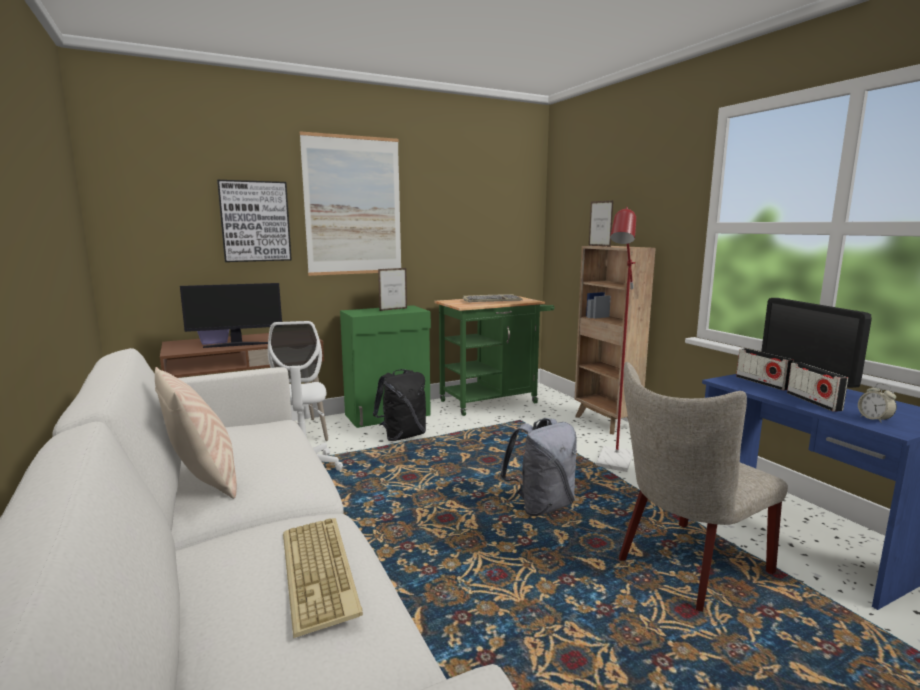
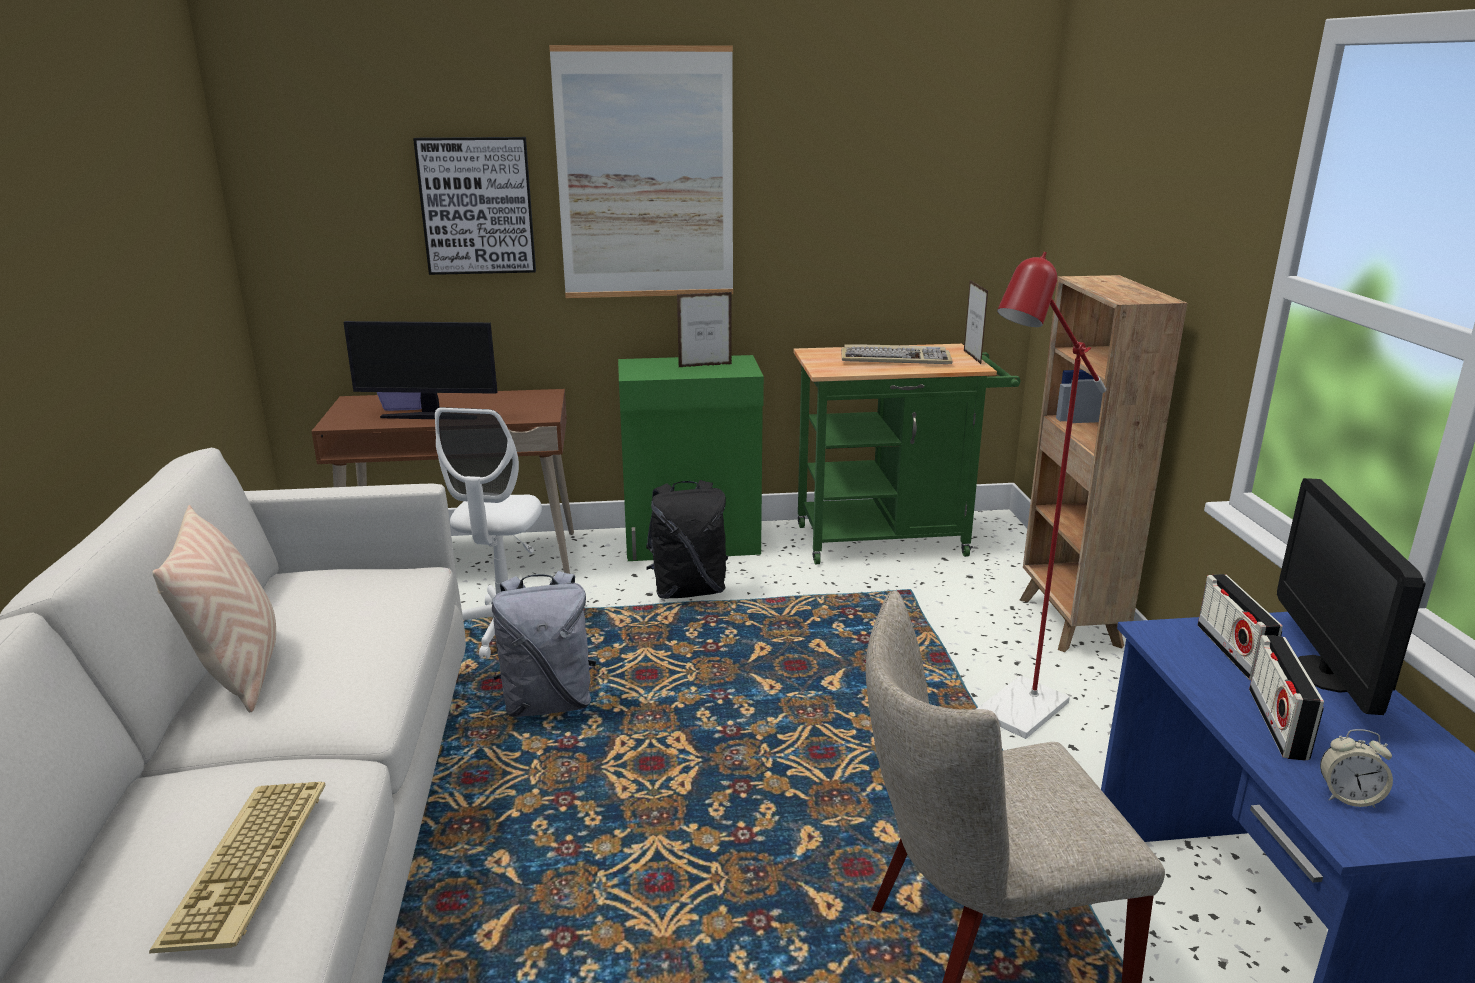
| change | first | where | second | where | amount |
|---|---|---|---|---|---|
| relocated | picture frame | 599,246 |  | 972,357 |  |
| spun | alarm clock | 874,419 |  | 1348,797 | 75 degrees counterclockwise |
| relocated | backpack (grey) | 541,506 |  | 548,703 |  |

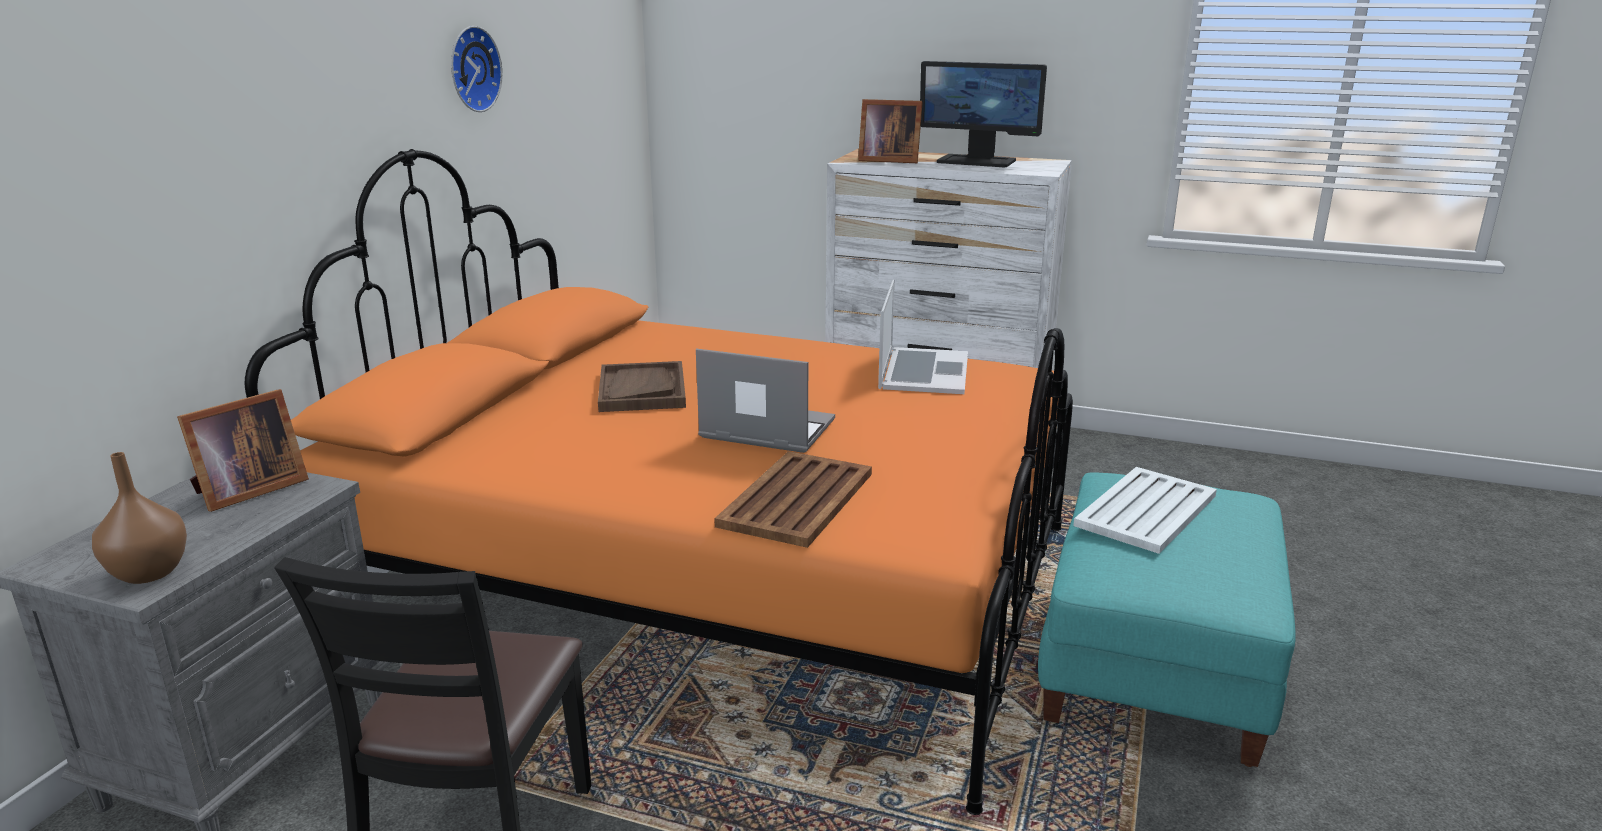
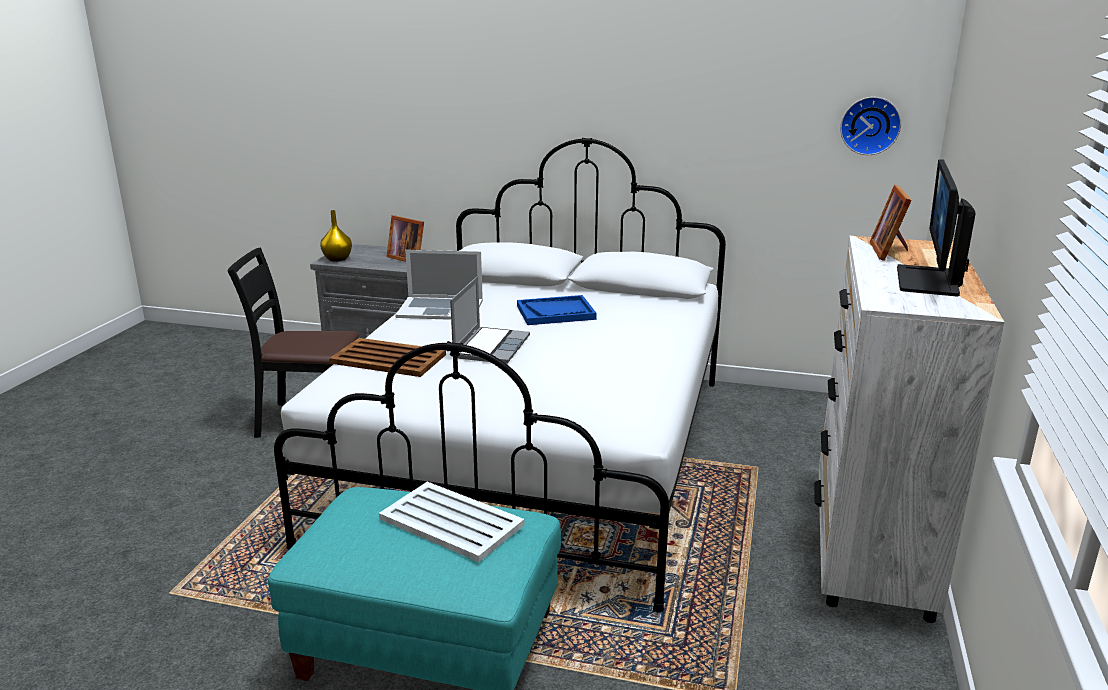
| change | first | where | second | where | amount |
|---|---|---|---|---|---|
| relocated | wall clock | 471,69 |  | 870,125 |  |
| colour | bed (orange) | 717,583 | bed (white) | 538,454 |  |
| relocated | laptop | 923,371 |  | 440,309 |  |
| colour | tray (brown) | 642,390 | tray (blue) | 556,312 |  |
| colour | vase (brown) | 147,572 | vase (yellow) | 337,259 |  |

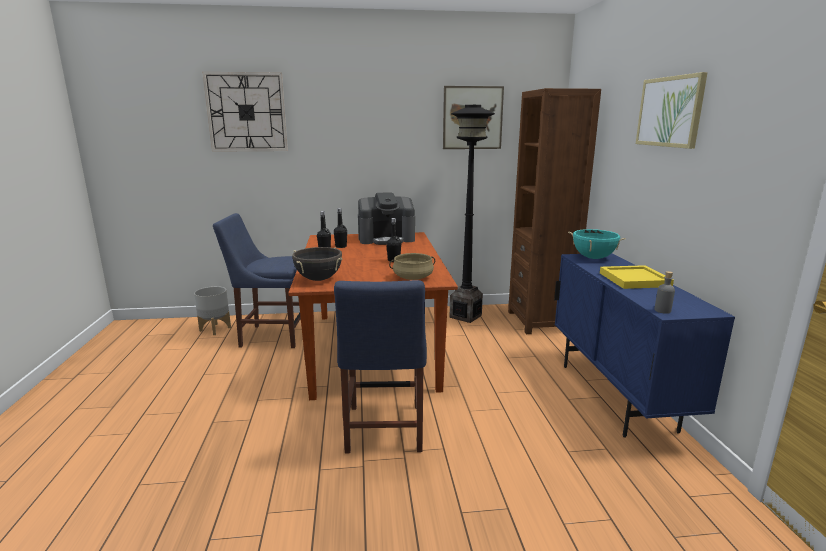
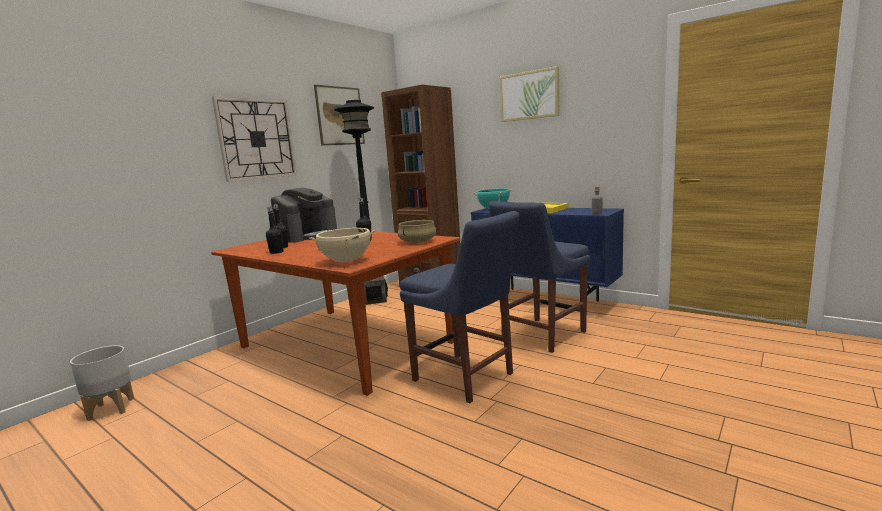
| change | first | where | second | where | amount |
|---|---|---|---|---|---|
| relocated | wall clock | 246,112 |  | 257,139 |  |
| relocated | chair (blue) | 270,336 |  | 540,336 |  |
| colour | cooking pot (black) | 318,279 | cooking pot (beige) | 346,261 |  |

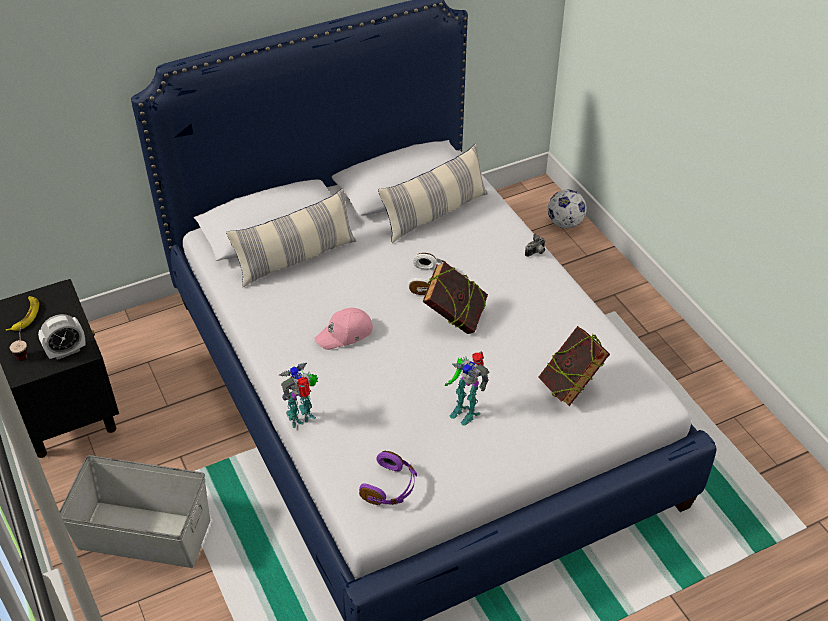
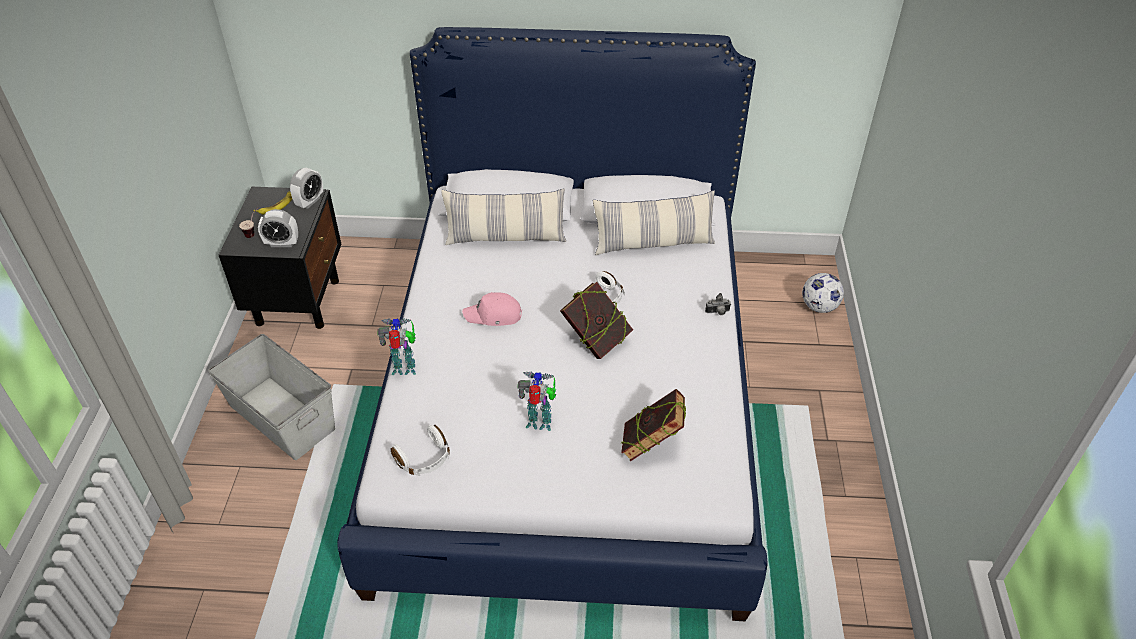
| change | first | where | second | where | amount |
|---|---|---|---|---|---|
| spun | toy robot | 465,411 |  | 540,424 | 120 degrees clockwise |
| colour | headphones (purple) | 390,487 | headphones (white) | 424,459 |  |
| appeared |  |  | alarm clock | 310,201 |  |

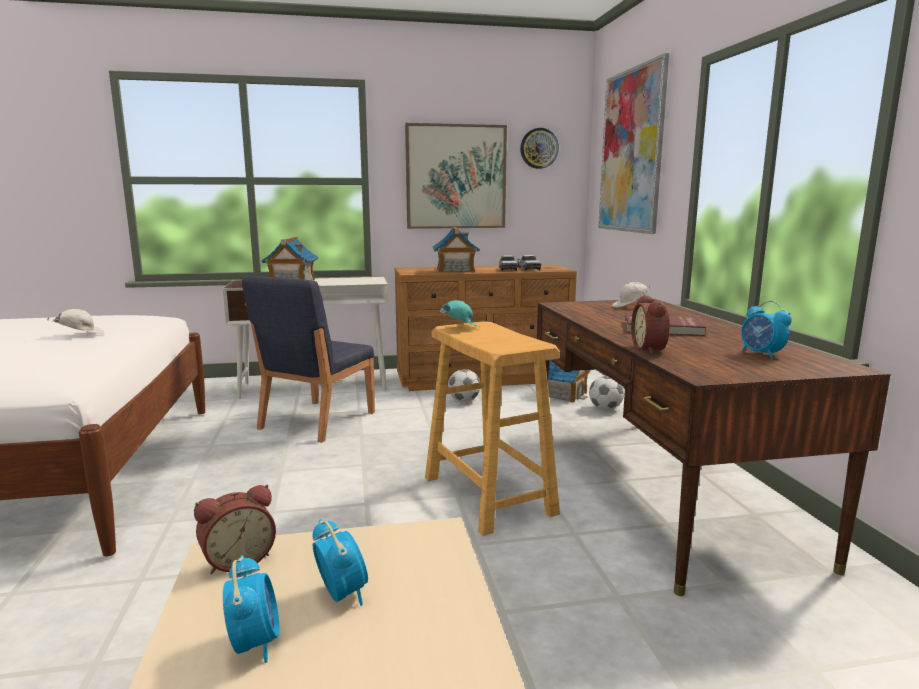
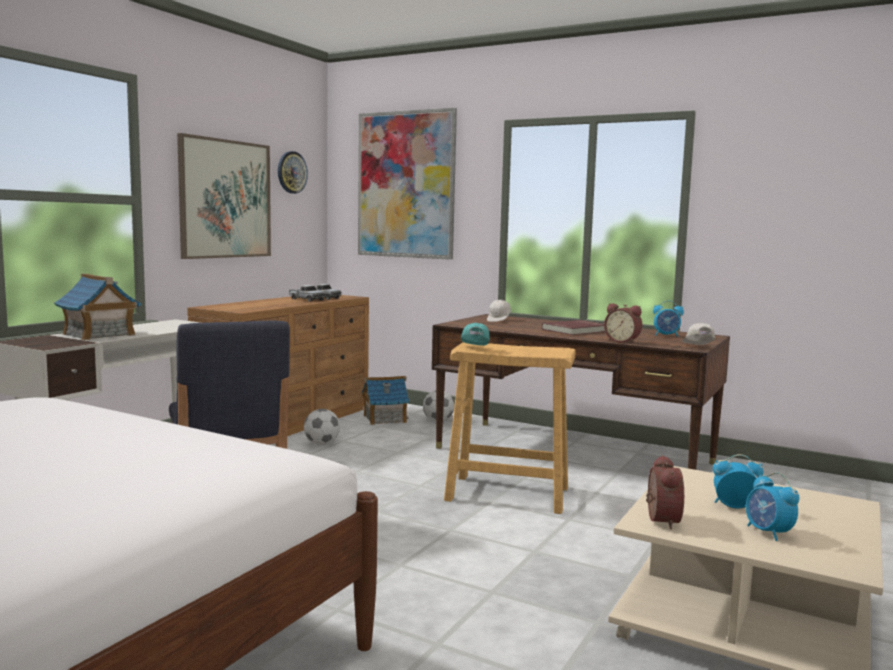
| change | first | where | second | where | amount |
|---|---|---|---|---|---|
| missing | toy house | 455,270 |  |  |  |
| relocated | cap (white) | 81,335 |  | 698,347 |  |
| spun | alarm clock | 255,643 |  | 768,533 | 135 degrees counterclockwise |

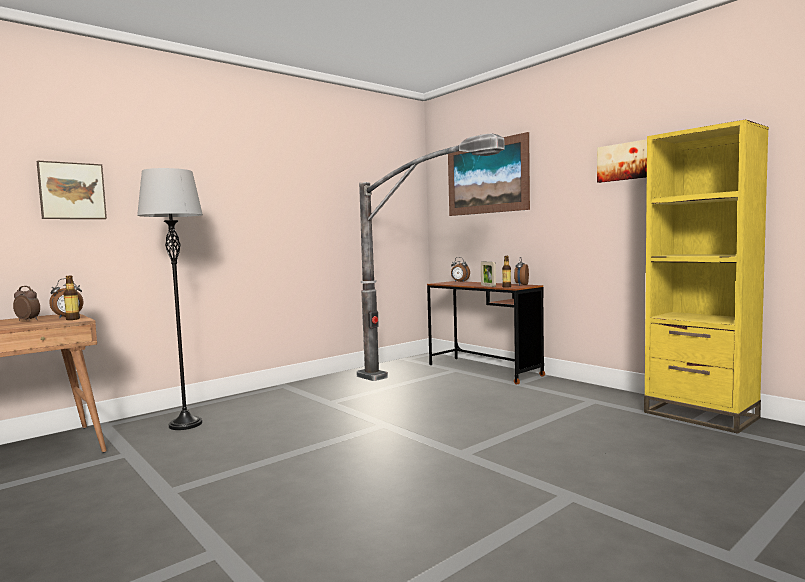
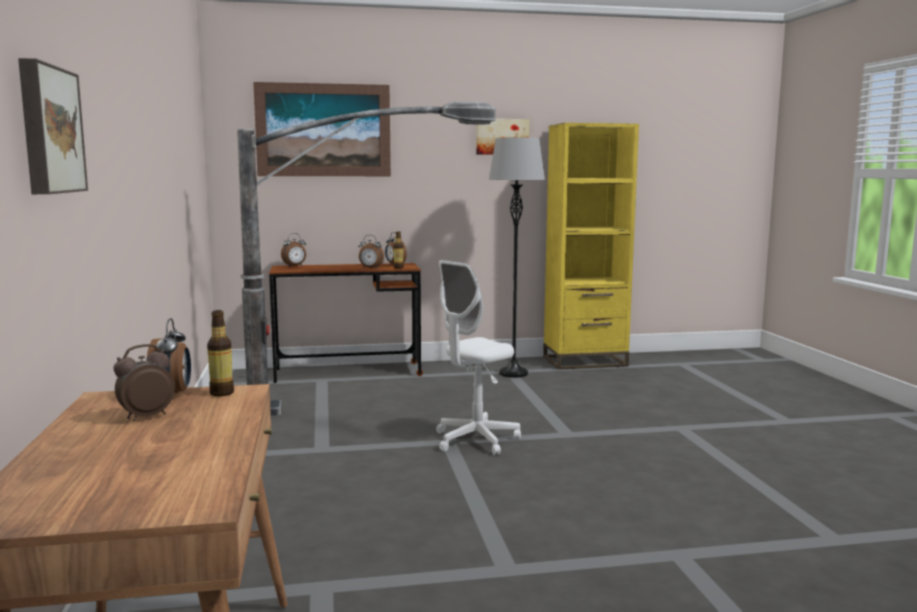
| change | first | where | second | where | amount |
|---|---|---|---|---|---|
| relocated | floor lamp (grey) | 185,424 |  | 513,373 |  |
| exchanged | picture frame | 488,286 | alarm clock | 370,268 |  |
| appeared |  |  | office chair (white) | 475,440 |  |

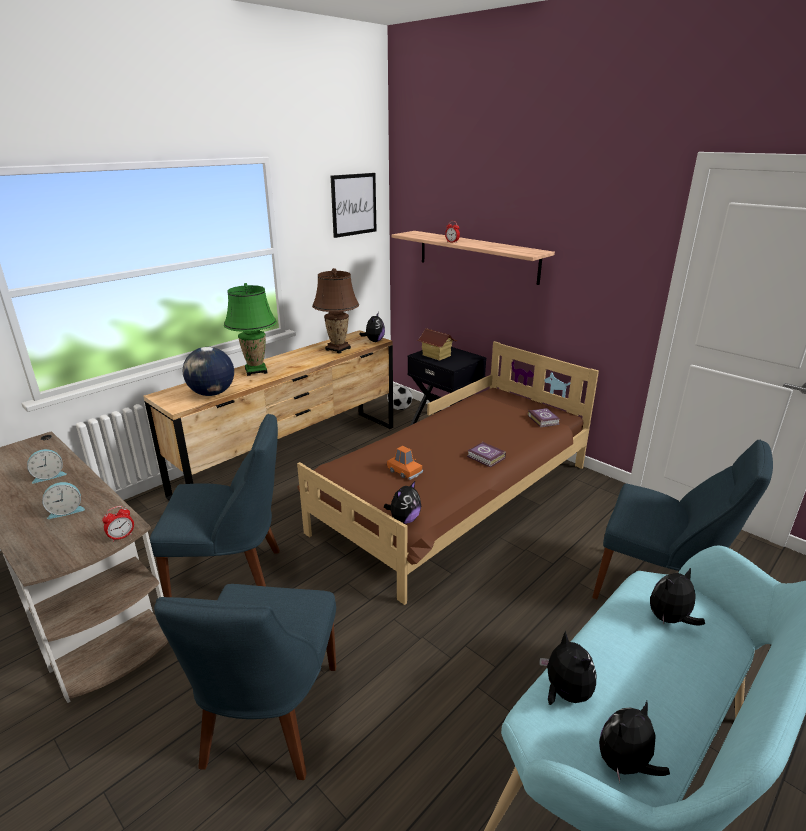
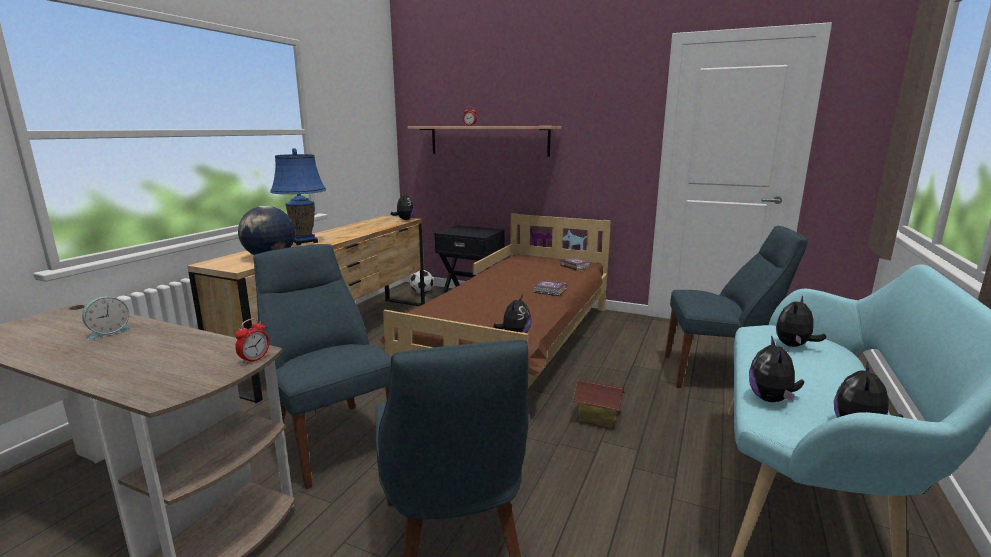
| change | first | where | second | where | amount |
|---|---|---|---|---|---|
| missing | picture | 354,204 |  |  |  |
| missing | table lamp (brown) | 338,349 |  |  |  |
| colour | table lamp (green) | 256,371 | table lamp (blue) | 304,242 |  |
| relocated | toy house | 436,355 |  | 597,417 |  |
| spun | chair (blue) | 232,577 |  | 332,438 | 105 degrees counterclockwise |
| missing | toy car (orange) | 404,471 |  |  |  |
| missing | alarm clock | 66,511 |  |  |  |
| spun | plush toy | 564,693 |  | 771,399 | 120 degrees counterclockwise |

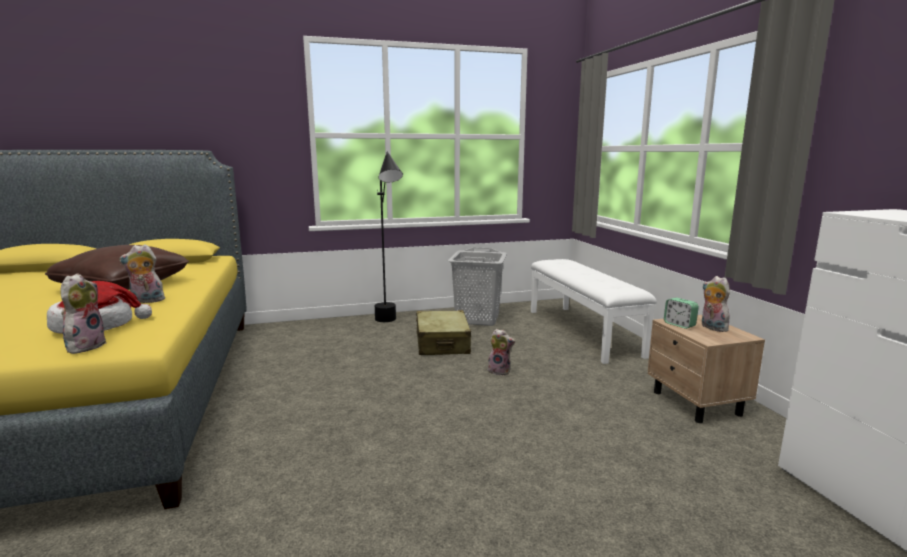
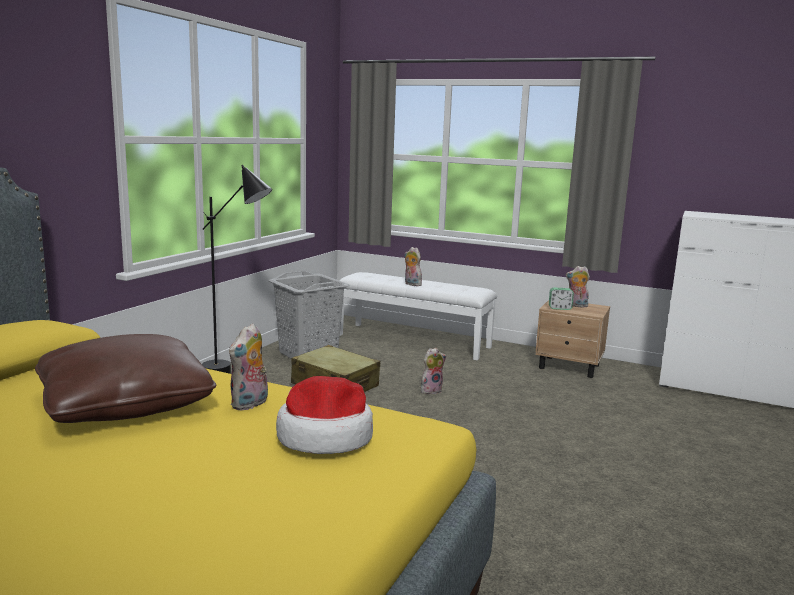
| change | first | where | second | where | amount |
|---|---|---|---|---|---|
| relocated | plush toy | 85,346 |  | 411,284 |  |

